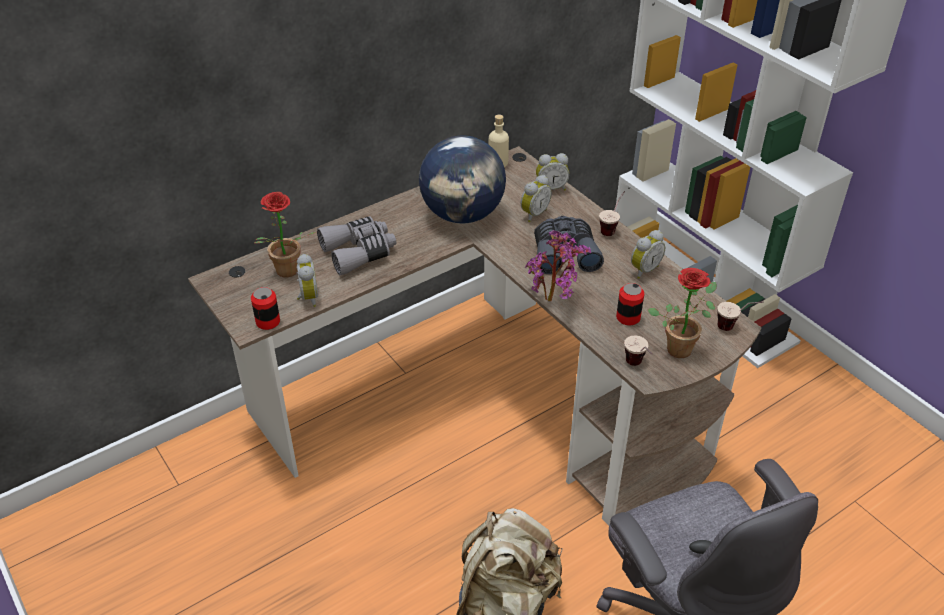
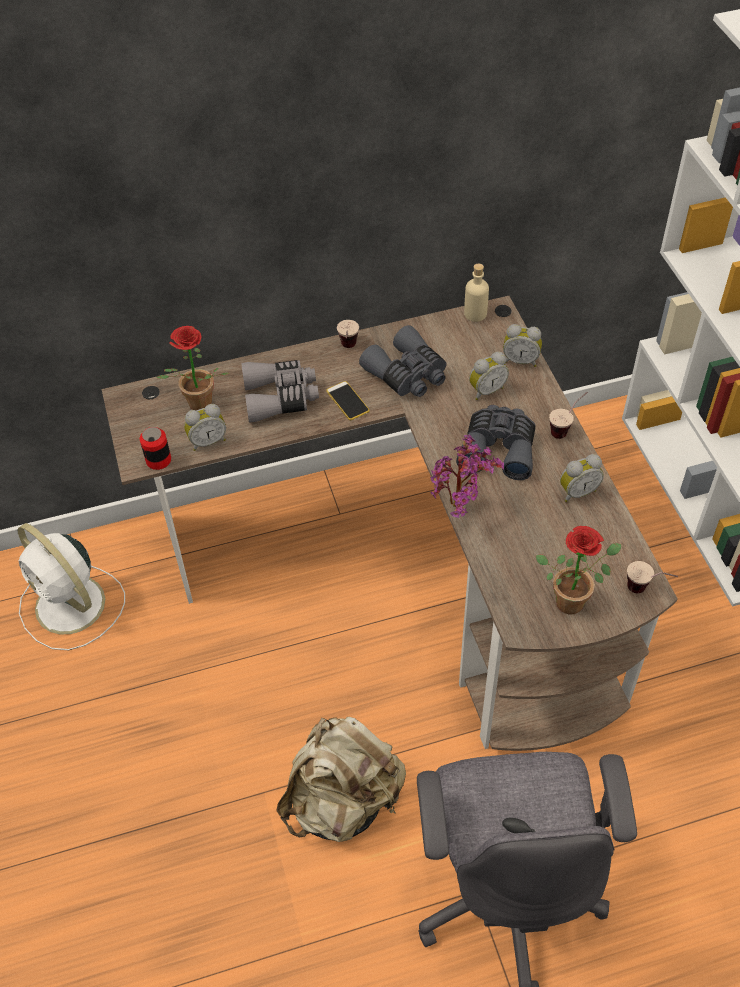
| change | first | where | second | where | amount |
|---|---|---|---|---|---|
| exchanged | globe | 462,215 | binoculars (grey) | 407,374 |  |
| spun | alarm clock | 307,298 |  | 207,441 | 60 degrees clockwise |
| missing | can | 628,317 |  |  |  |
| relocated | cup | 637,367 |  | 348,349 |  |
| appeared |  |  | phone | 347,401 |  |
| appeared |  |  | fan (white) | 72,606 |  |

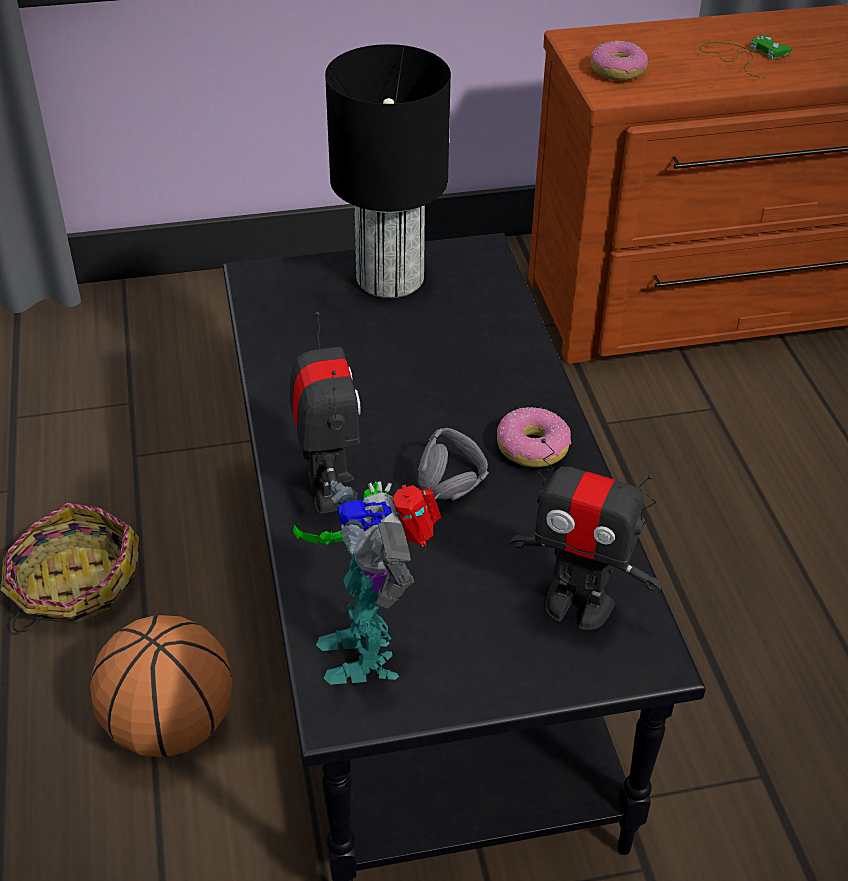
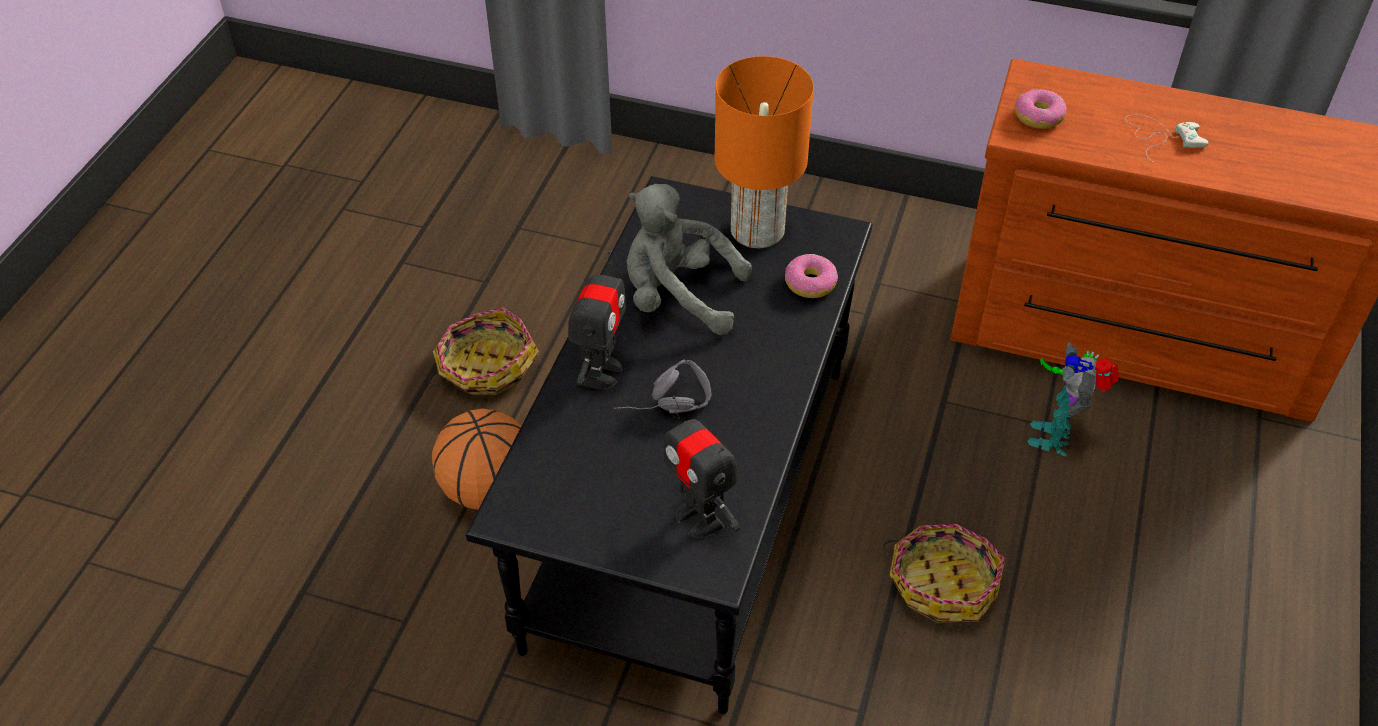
| change | first | where | second | where | amount |
|---|---|---|---|---|---|
| colour | game controller (green) | 743,57 | game controller (white) | 1161,137 |  |
| colour | table lamp (black) | 389,278 | table lamp (orange) | 757,229 |  |
| relocated | donut | 533,447 |  | 810,283 |  |
| relocated | toy robot | 368,649 |  | 1056,436 |  |
| appeared |  |  | plush toy (grey) | 678,297 |  |
| appeared |  |  | basket | 942,584 |  |

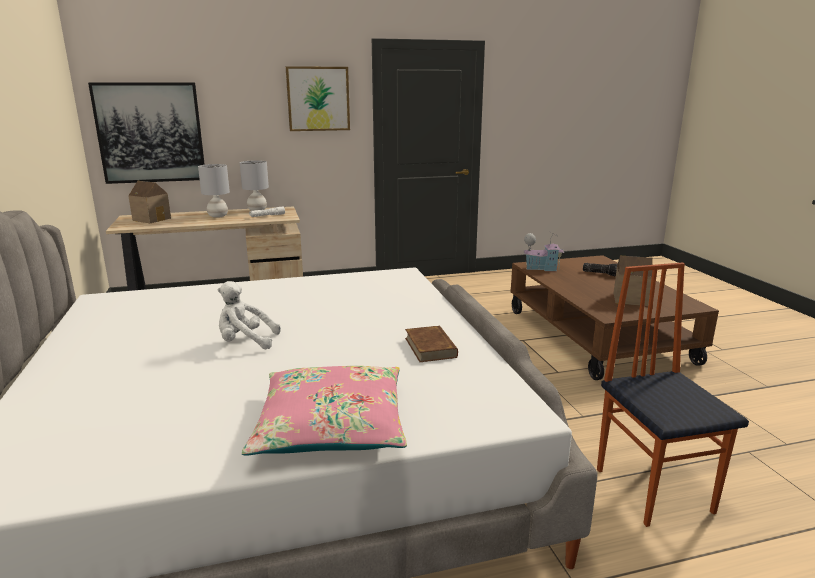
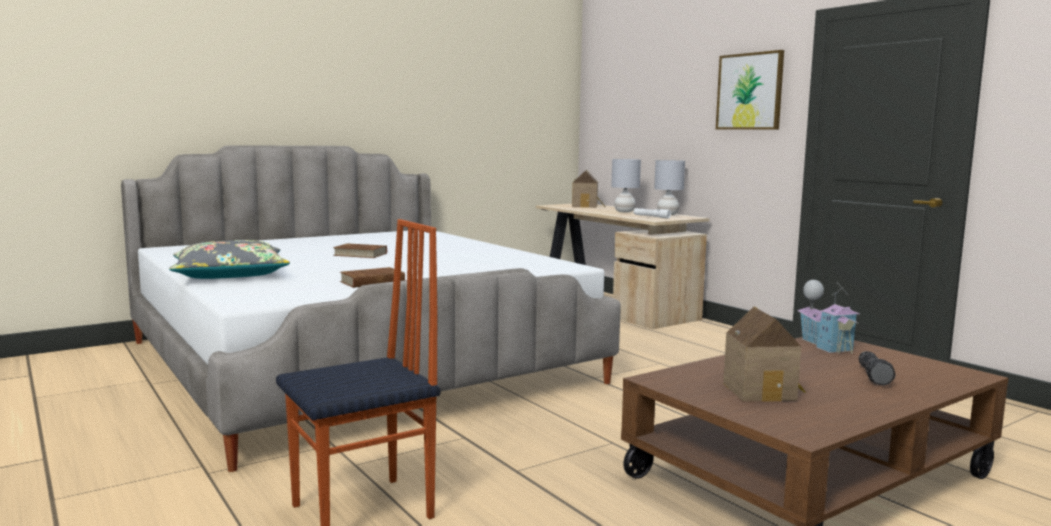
| change | first | where | second | where | amount |
|---|---|---|---|---|---|
| missing | picture | 150,133 |  |  |  |
| exchanged | plush toy (white) | 245,342 | book (brown) | 360,254 |  |
| colour | pillow (pink) | 331,426 | pillow (grey) | 230,275 |  |

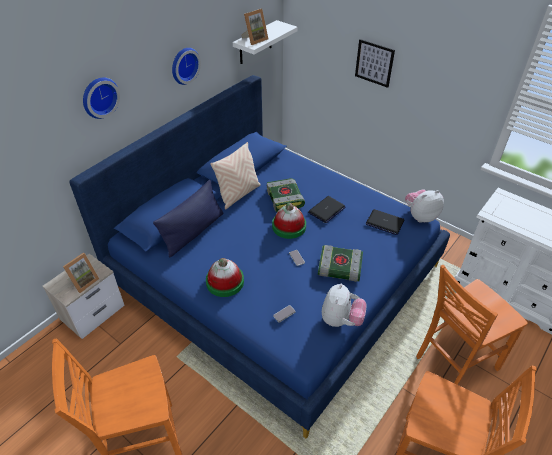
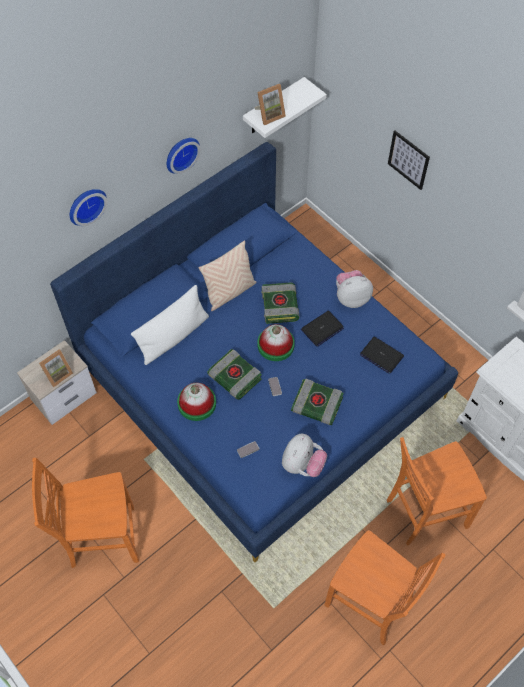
| change | first | where | second | where | amount |
|---|---|---|---|---|---|
| colour | pillow (blue) | 193,232 | pillow (white) | 173,336 |  |
| relocated | plush toy | 420,216 |  | 351,297 |  |
| appeared |  |  | book | 234,377 |  |

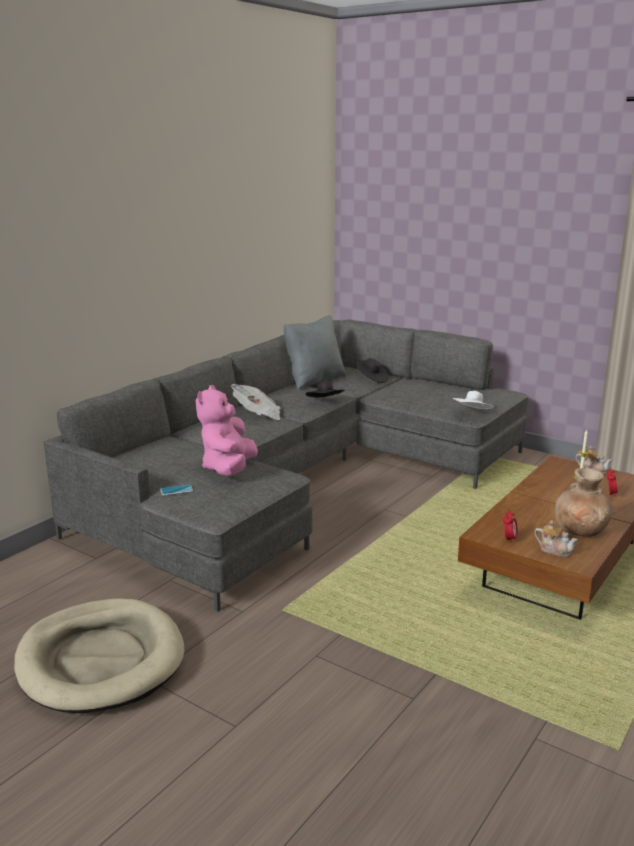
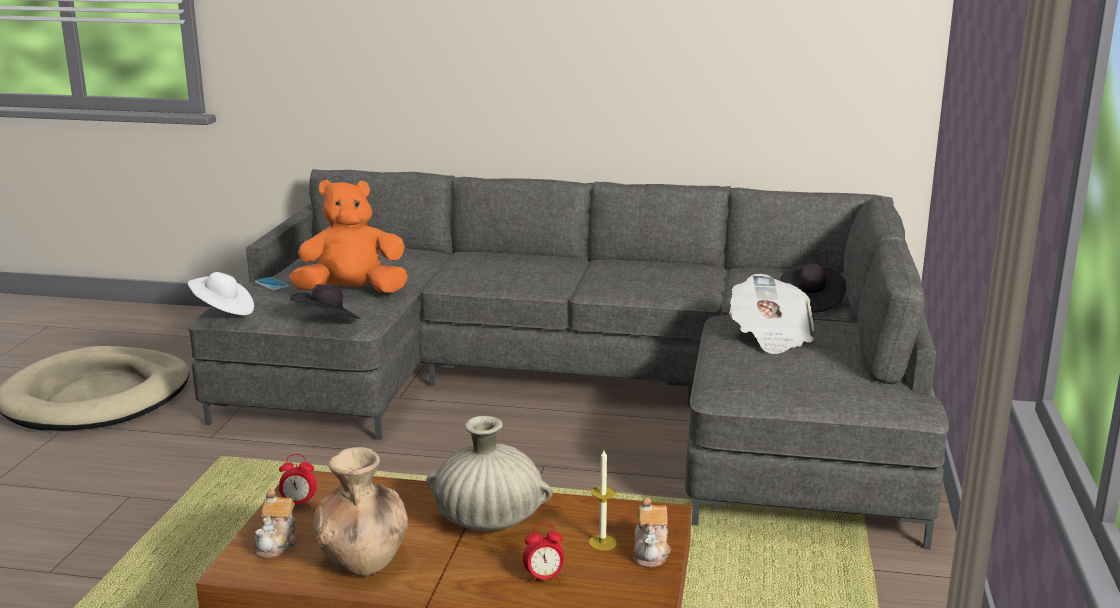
| change | first | where | second | where | amount |
|---|---|---|---|---|---|
| missing | pillow (grey) | 314,380 |  |  |  |
| relocated | hat (black) | 325,402 |  | 327,323 |  |
| relocated | newspaper | 257,415 |  | 770,337 |  |
| colour | plush toy (pink) | 228,469 | plush toy (orange) | 352,293 |  |
| relocated | hat (white) | 472,413 |  | 223,311 |  |
| appeared |  |  | vase (beige) | 489,521 |  |

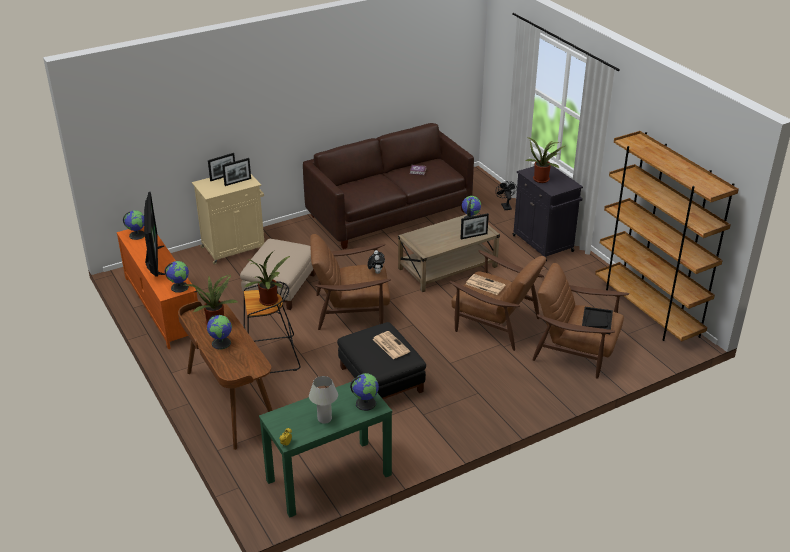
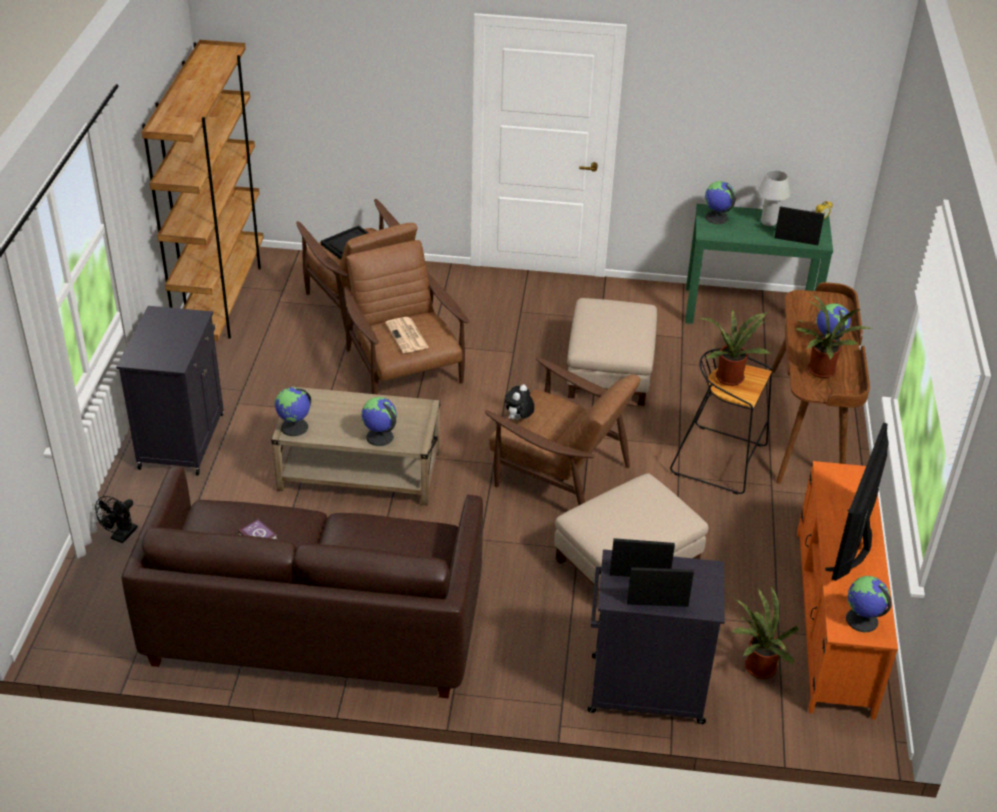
| change | first | where | second | where | amount |
|---|---|---|---|---|---|
| relocated | potted plant | 542,179 |  | 756,668 |  |
| colour | cabinet (beige) | 234,248 | cabinet (black) | 644,689 |  |
| relocated | picture frame | 474,236 |  | 796,241 |  |
| relocated | globe | 179,287 |  | 379,437 |  |
| colour | ottoman (black) | 380,379 | ottoman (beige) | 610,371 |  |
| missing | newspaper | 390,345 |  |  |  |

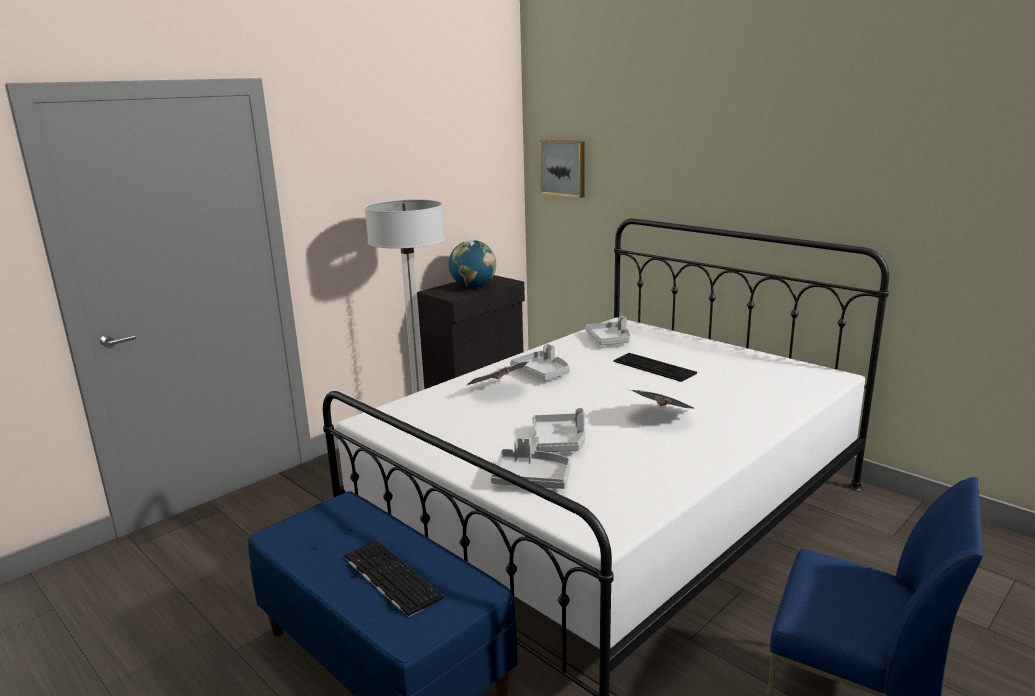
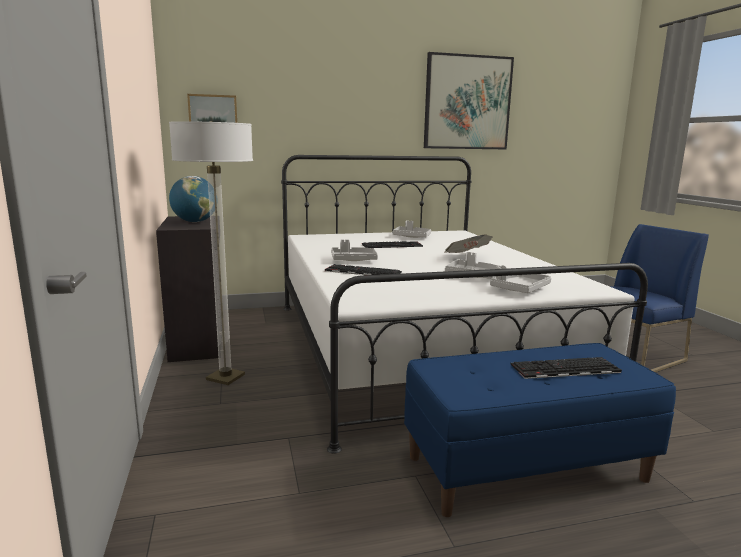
| change | first | where | second | where | amount |
|---|---|---|---|---|---|
| relocated | tray (grey) | 609,340 |  | 411,237 |  |
| exchanged | newspaper | 497,389 | keyboard | 362,272 |  |
| appeared |  |  | picture | 467,103 |  |

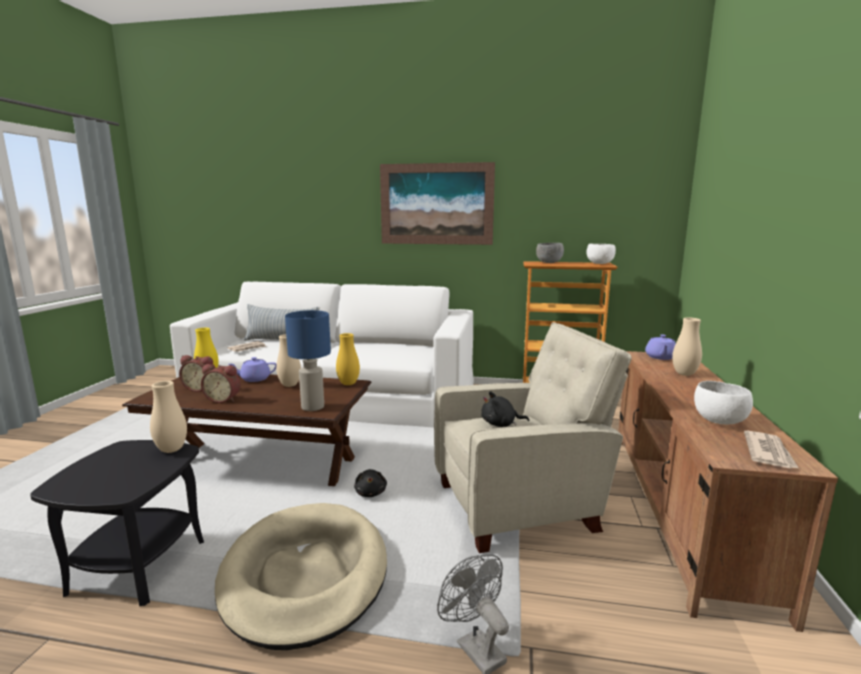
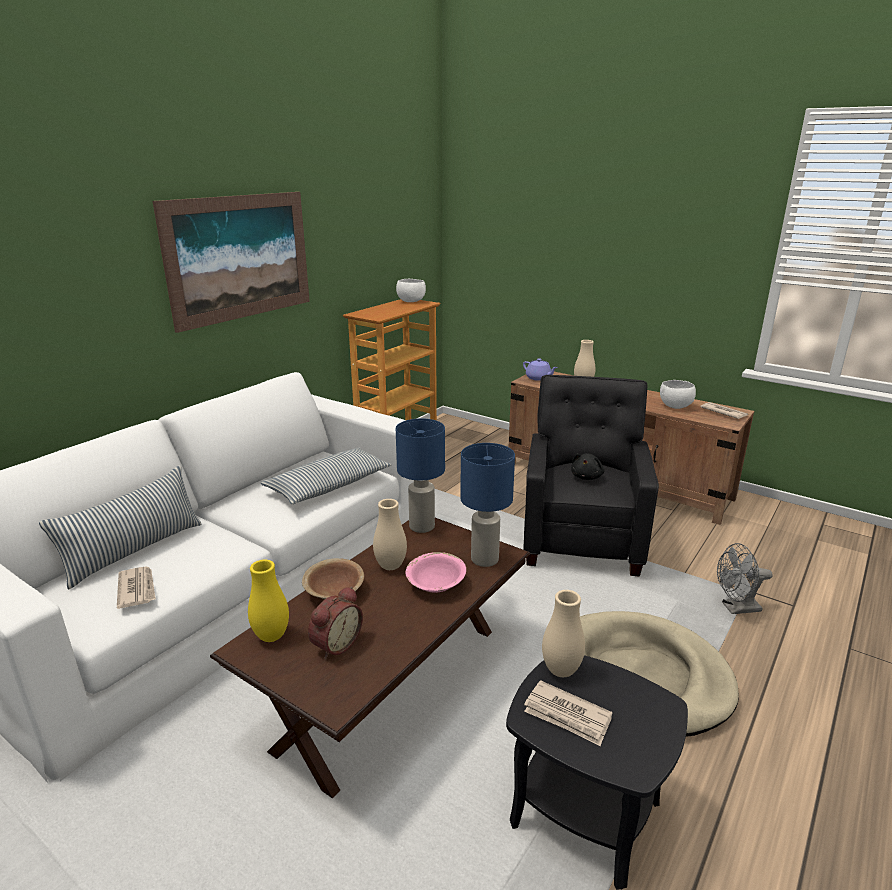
| change | first | where | second | where | amount |
|---|---|---|---|---|---|
| missing | bowl (grey) | 549,263 |  |  |  |
| colour | armchair (beige) | 521,506 | armchair (black) | 582,538 |  |
| exchanged | vase (yellow) | 348,384 | table lamp (blue) | 422,526 |  |
| exchanged | teapot (purple) | 254,379 | bowl (brown) | 334,592 |  |
| missing | alarm clock | 224,399 |  |  |  |
| missing | plush toy (black) | 371,493 |  |  |  |
| appeared |  |  | pillow | 329,486 |  |
| appeared |  |  | bowl (pink) | 436,585 |  |
| appeared |  |  | newspaper | 567,716 |  |

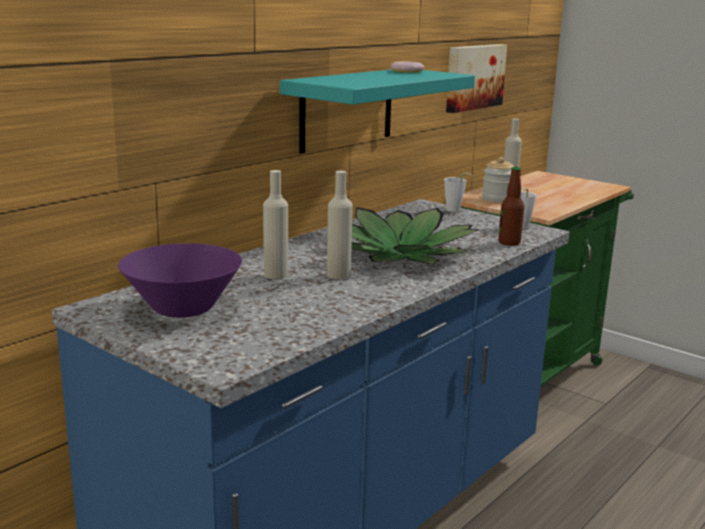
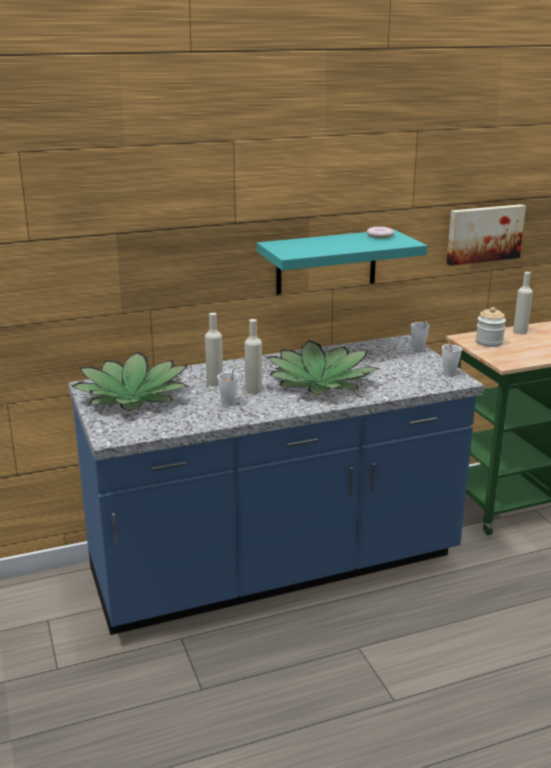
| change | first | where | second | where | amount |
|---|---|---|---|---|---|
| missing | bottle | 509,242 |  |  |  |
| exchanged | bowl (purple) | 183,309 | potted plant | 133,396 |  |
| appeared |  |  | cup (white) | 232,403 |  |

